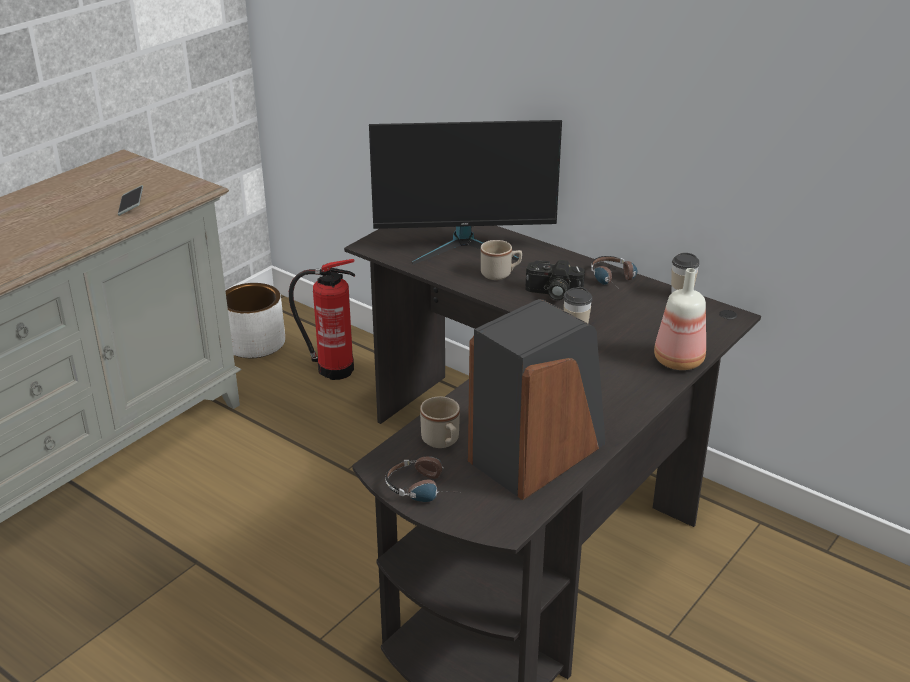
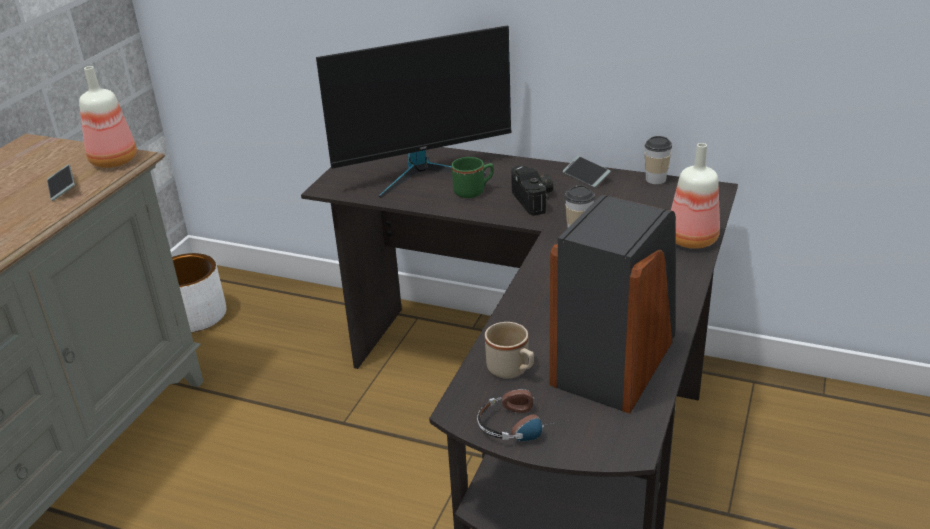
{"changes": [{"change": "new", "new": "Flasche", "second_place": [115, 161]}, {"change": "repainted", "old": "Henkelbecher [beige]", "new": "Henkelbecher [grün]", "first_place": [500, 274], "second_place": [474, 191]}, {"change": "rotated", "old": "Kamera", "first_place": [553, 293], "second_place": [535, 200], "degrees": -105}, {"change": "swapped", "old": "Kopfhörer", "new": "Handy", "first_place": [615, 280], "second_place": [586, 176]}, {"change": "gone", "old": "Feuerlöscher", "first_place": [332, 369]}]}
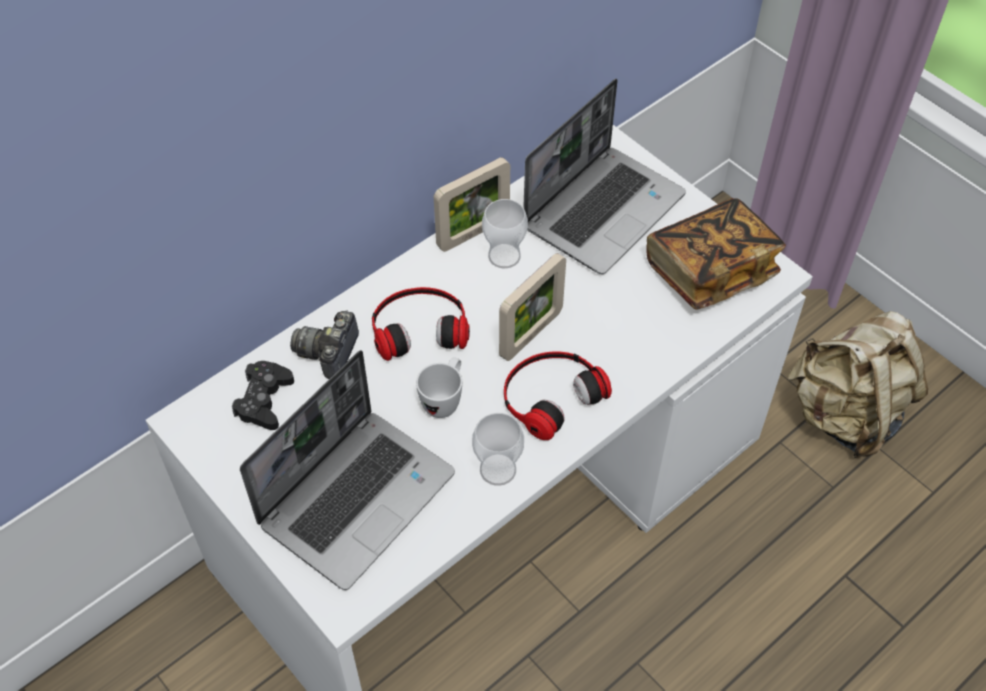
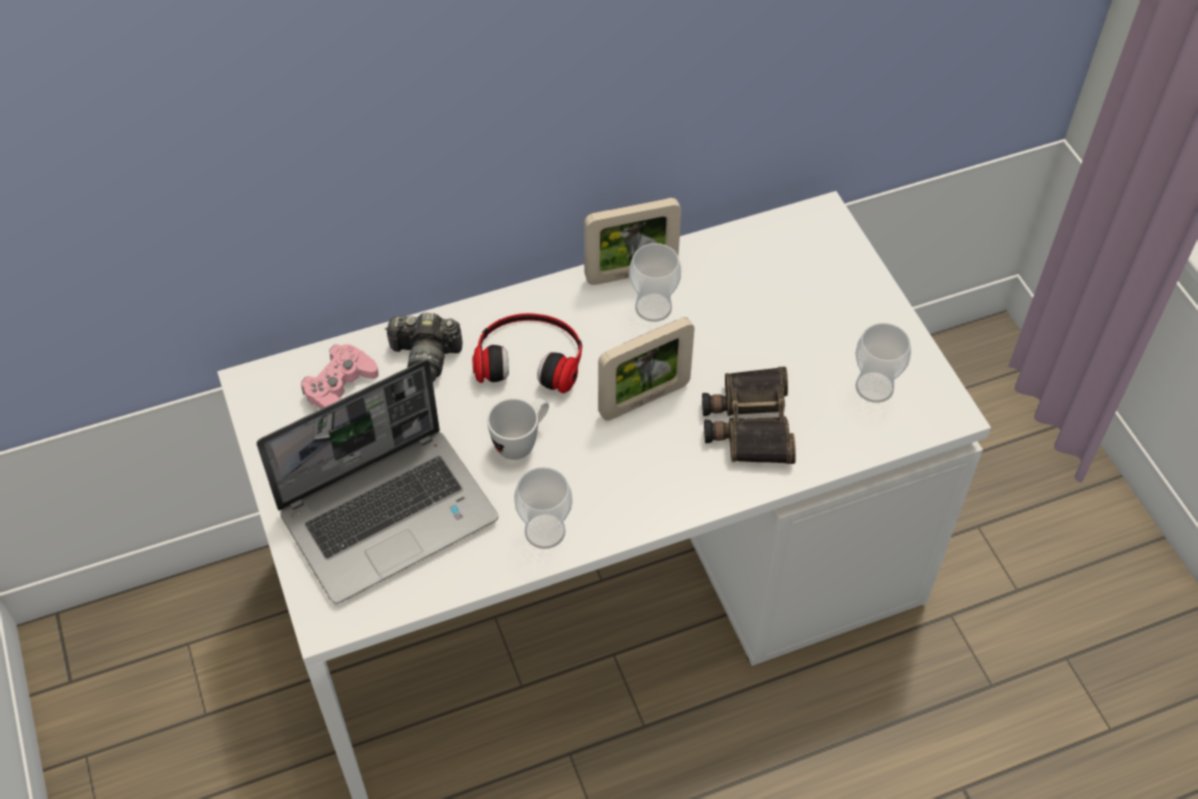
{"changes": [{"change": "repainted", "old": "Gamepad [schwarz]", "new": "Gamepad [rosa]", "first_place": [264, 400], "second_place": [340, 386]}, {"change": "rotated", "old": "Kamera", "first_place": [329, 352], "second_place": [426, 357], "degrees": -120}, {"change": "new", "new": "Fernglas", "second_place": [748, 423]}, {"change": "swapped", "old": "Buch", "new": "Tasse", "first_place": [710, 270], "second_place": [874, 387]}, {"change": "gone", "old": "Kopfhörer", "first_place": [550, 395]}, {"change": "gone", "old": "Laptop", "first_place": [603, 209]}, {"change": "gone", "old": "Rucksack [beige]", "first_place": [845, 415]}]}
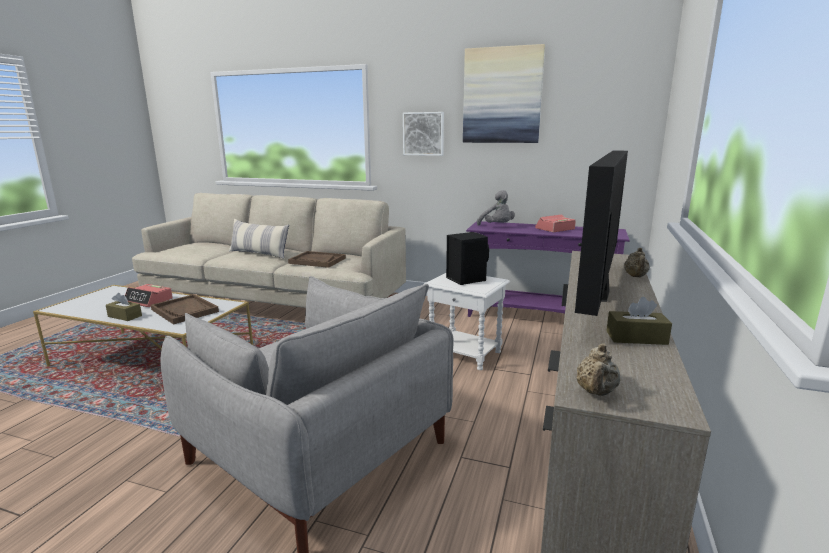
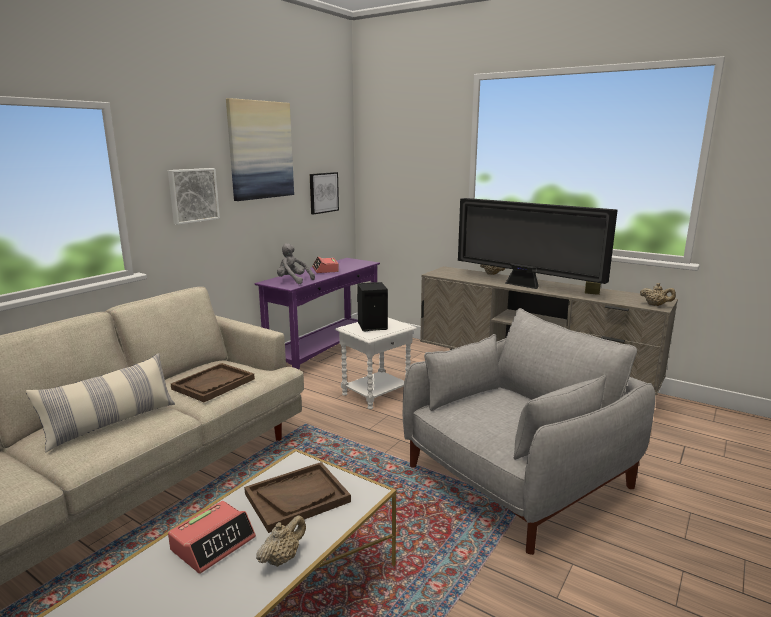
{"changes": [{"change": "swapped", "old": "Taschentuchbox [braun]", "new": "Teekanne [beige]", "first_place": [125, 316], "second_place": [282, 558]}, {"change": "rotated", "old": "Plüschtier [grau]", "first_place": [497, 226], "second_place": [293, 281], "degrees": -135}, {"change": "new", "new": "Bild", "second_place": [323, 192]}]}
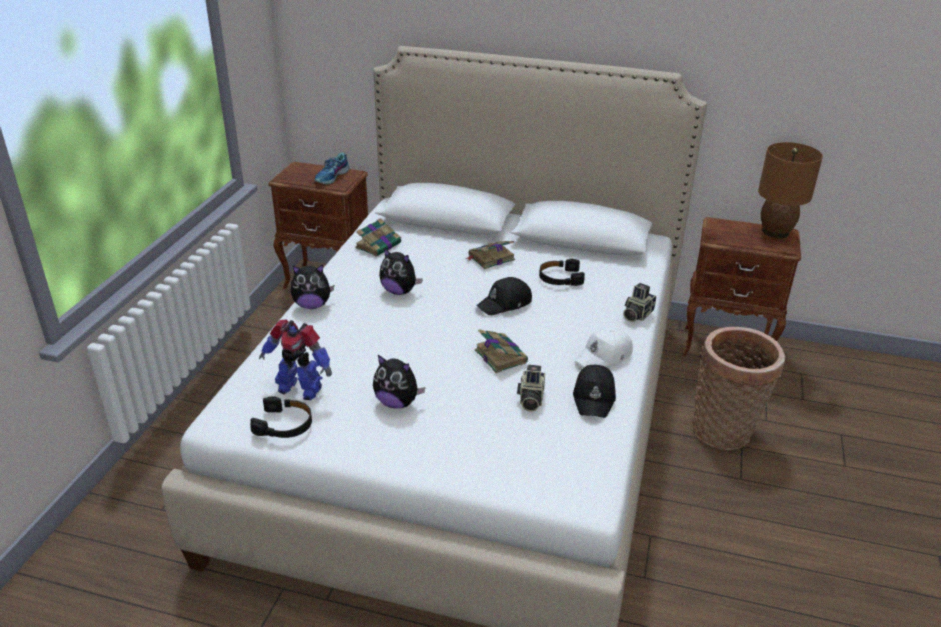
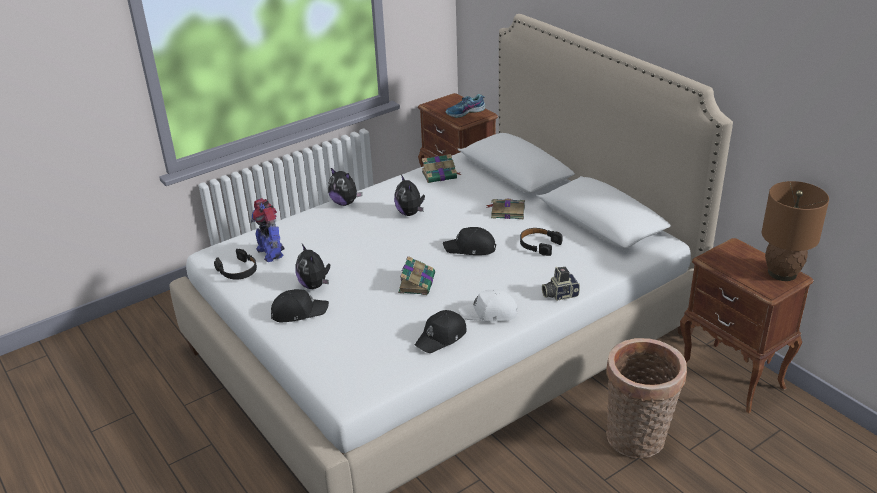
{"changes": [{"change": "new", "new": "Kappe [schwarz]", "second_place": [298, 312]}, {"change": "gone", "old": "Kamera", "first_place": [530, 399]}]}
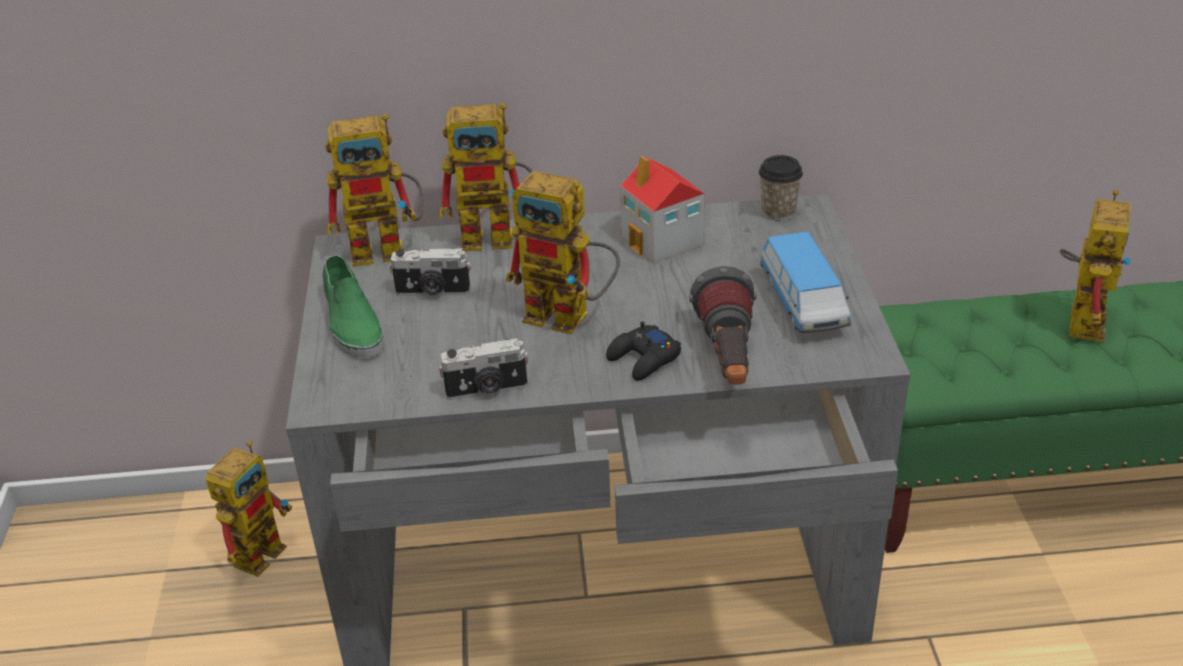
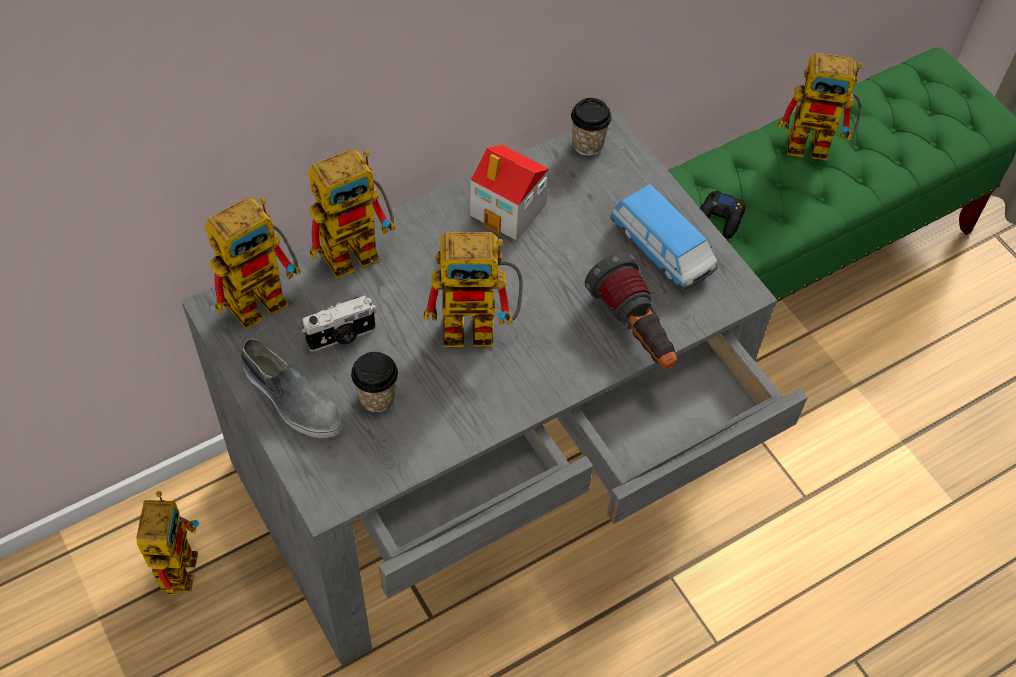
{"changes": [{"change": "repainted", "old": "Schuh [grün]", "new": "Schuh [grau]", "first_place": [351, 323], "second_place": [291, 398]}, {"change": "new", "new": "Tasse", "second_place": [377, 397]}, {"change": "shifted", "old": "Gamepad [schwarz]", "first_place": [644, 359], "second_place": [720, 218]}, {"change": "rotated", "old": "Spielzeugroboter", "first_place": [1081, 317], "second_place": [818, 144], "degrees": 105}, {"change": "gone", "old": "Kamera", "first_place": [487, 390]}]}
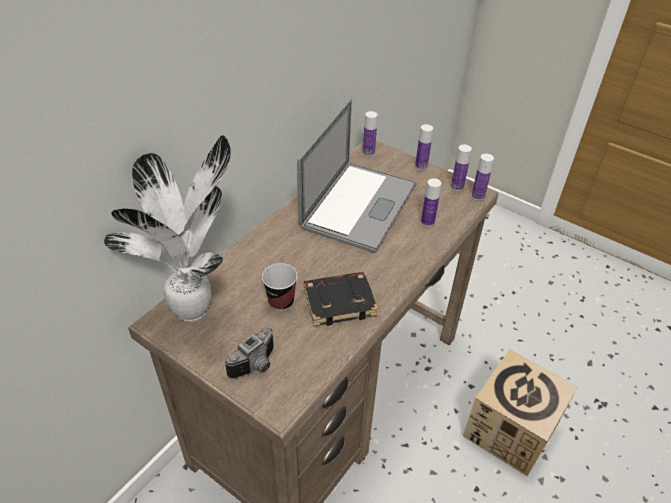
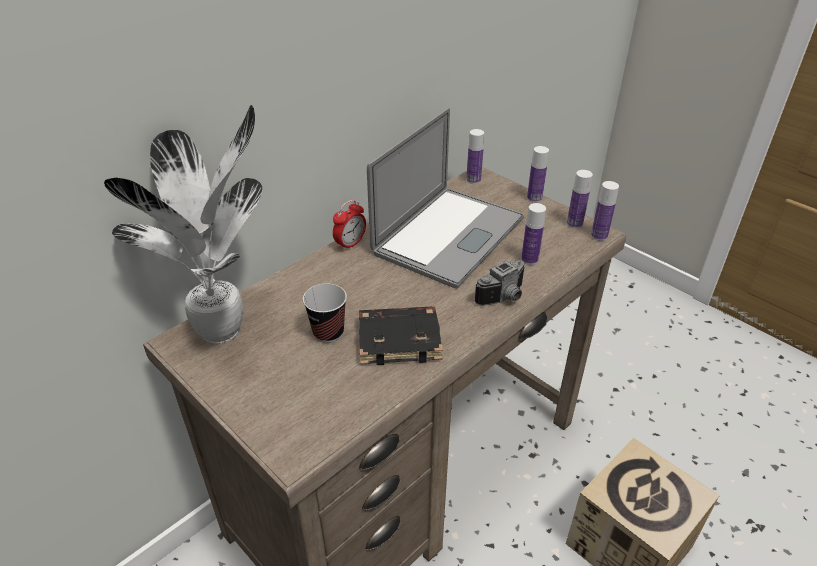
{"changes": [{"change": "new", "new": "Wecker", "second_place": [350, 244]}, {"change": "shifted", "old": "Kamera", "first_place": [256, 366], "second_place": [505, 297]}]}
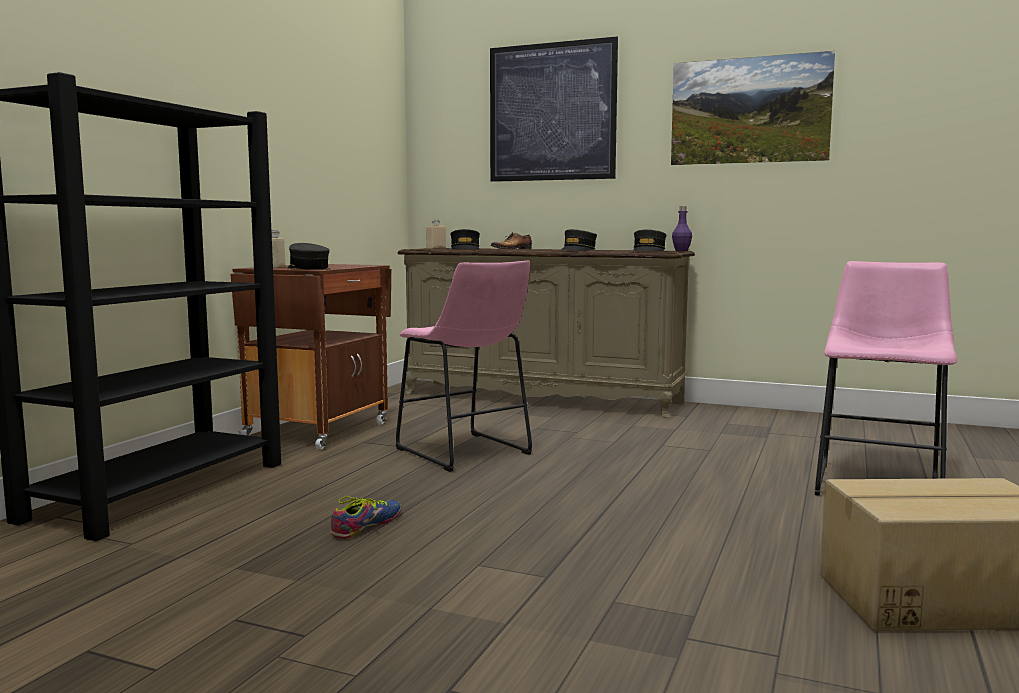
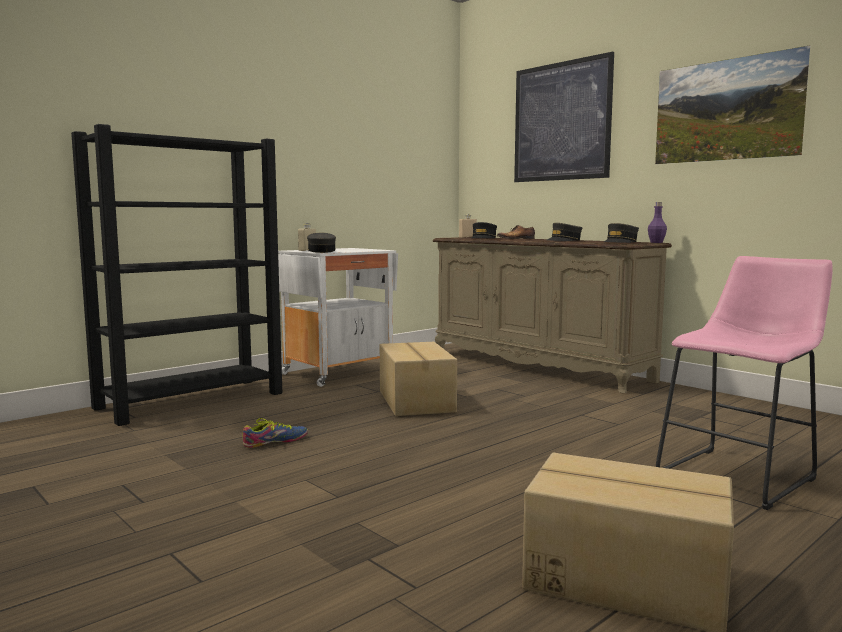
{"changes": [{"change": "repainted", "old": "Rollwagen [braun]", "new": "Rollwagen [weiß]", "first_place": [319, 430], "second_place": [338, 373]}, {"change": "swapped", "old": "Hocker [rosa]", "new": "Karton", "first_place": [466, 453], "second_place": [415, 401]}]}
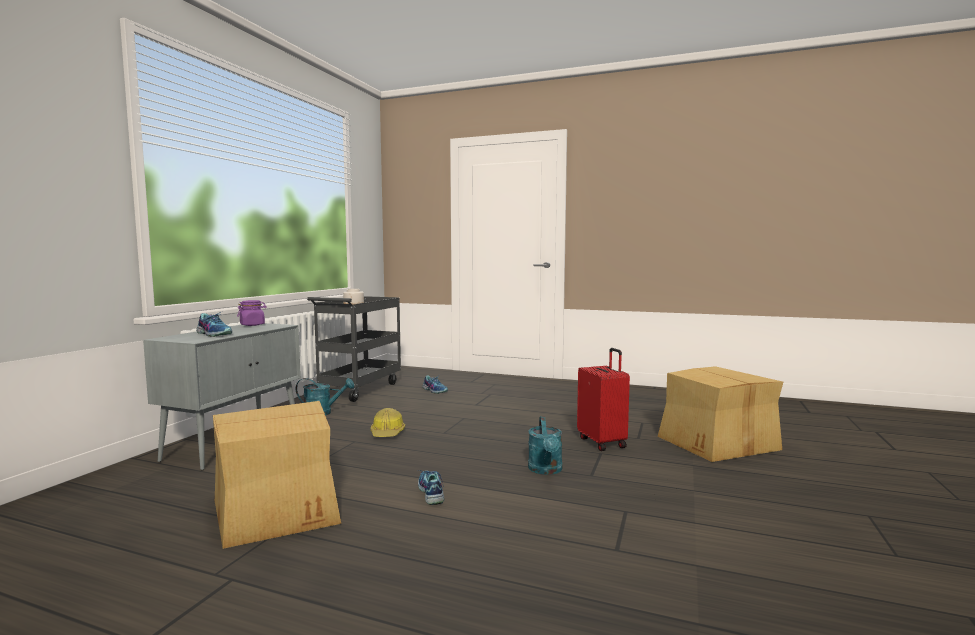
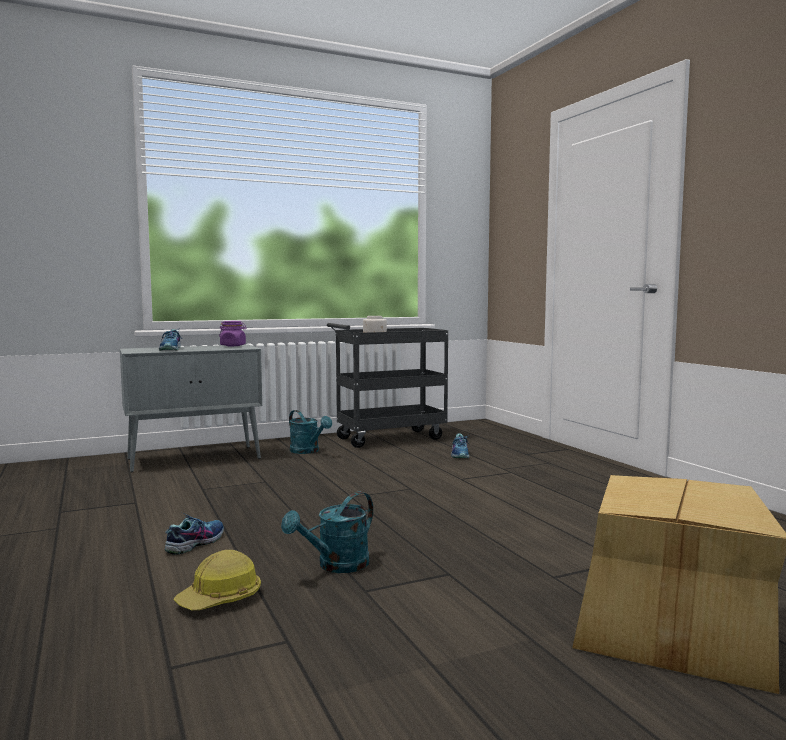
{"changes": [{"change": "shifted", "old": "Schutzhelm", "first_place": [387, 433], "second_place": [221, 598]}, {"change": "gone", "old": "Karton", "first_place": [279, 508]}, {"change": "gone", "old": "Koffer [rot]", "first_place": [603, 442]}]}
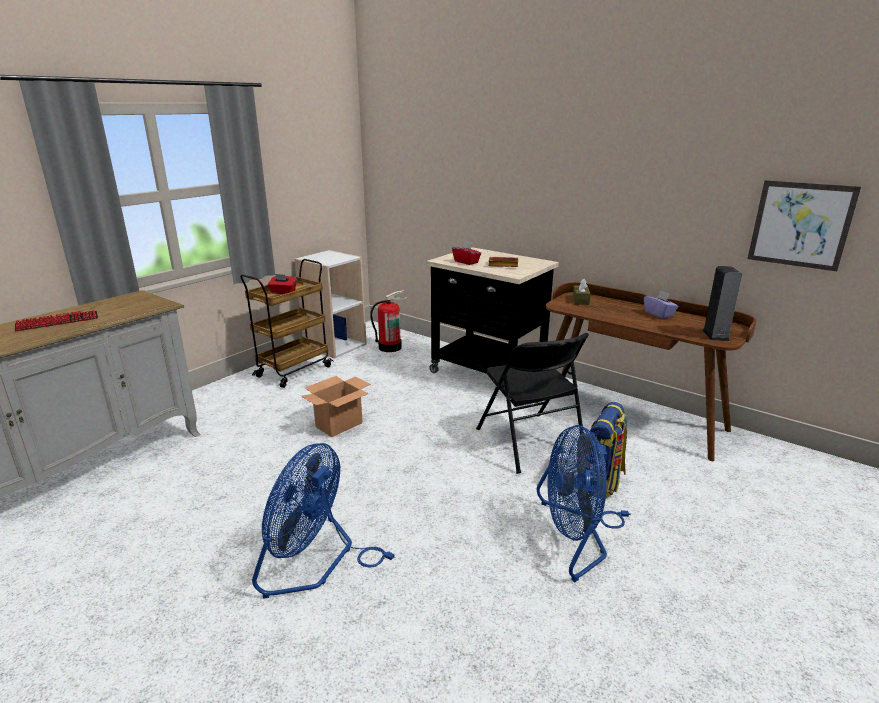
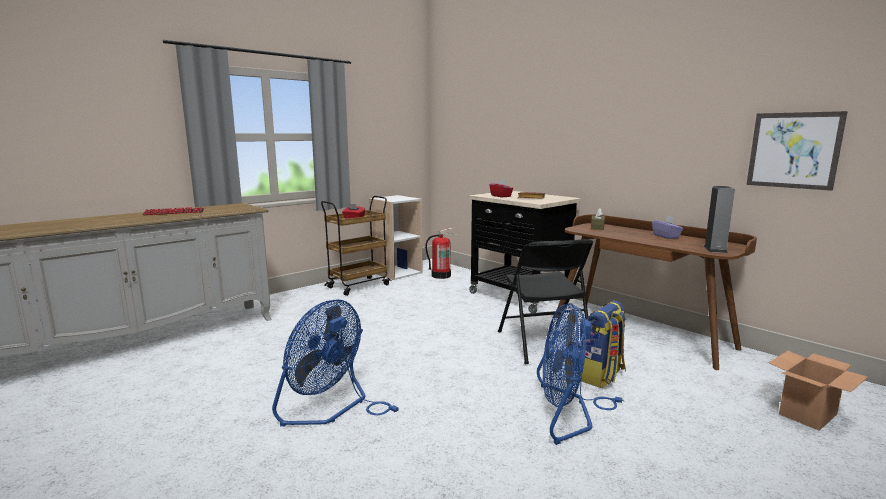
{"changes": [{"change": "shifted", "old": "Karton", "first_place": [339, 424], "second_place": [807, 414]}]}
